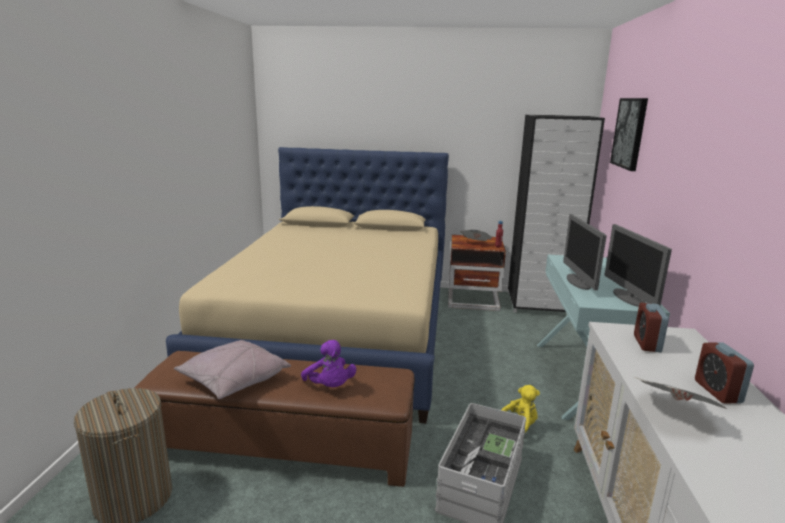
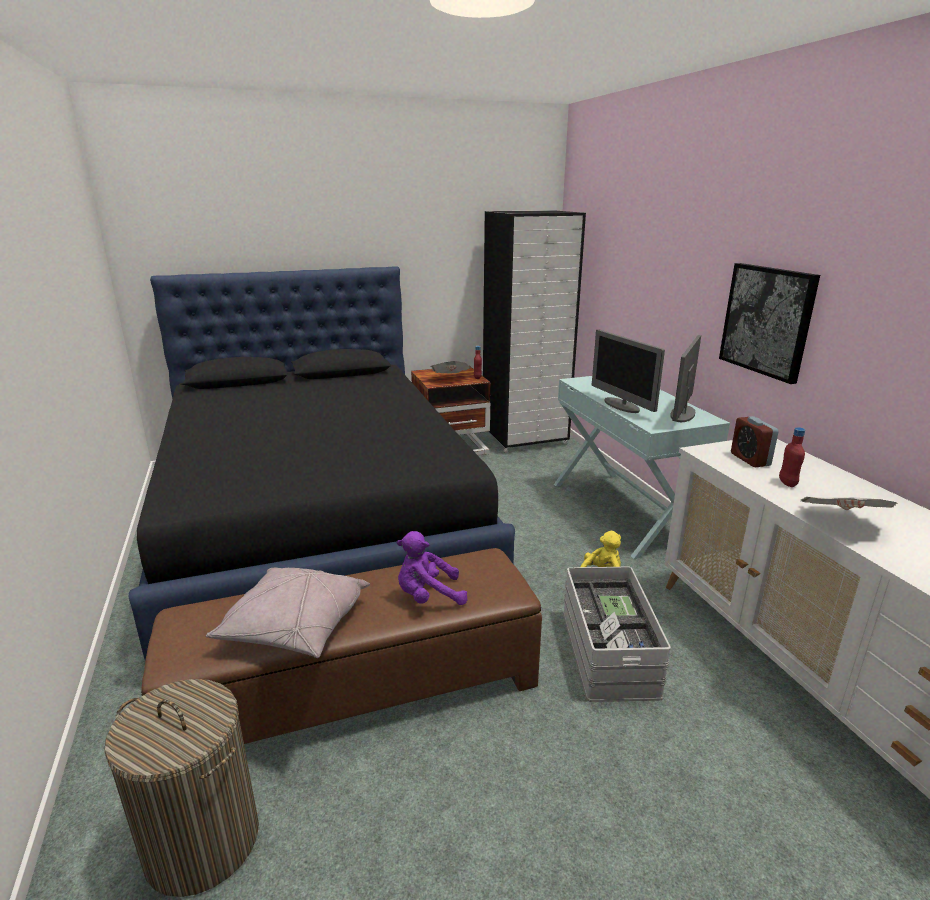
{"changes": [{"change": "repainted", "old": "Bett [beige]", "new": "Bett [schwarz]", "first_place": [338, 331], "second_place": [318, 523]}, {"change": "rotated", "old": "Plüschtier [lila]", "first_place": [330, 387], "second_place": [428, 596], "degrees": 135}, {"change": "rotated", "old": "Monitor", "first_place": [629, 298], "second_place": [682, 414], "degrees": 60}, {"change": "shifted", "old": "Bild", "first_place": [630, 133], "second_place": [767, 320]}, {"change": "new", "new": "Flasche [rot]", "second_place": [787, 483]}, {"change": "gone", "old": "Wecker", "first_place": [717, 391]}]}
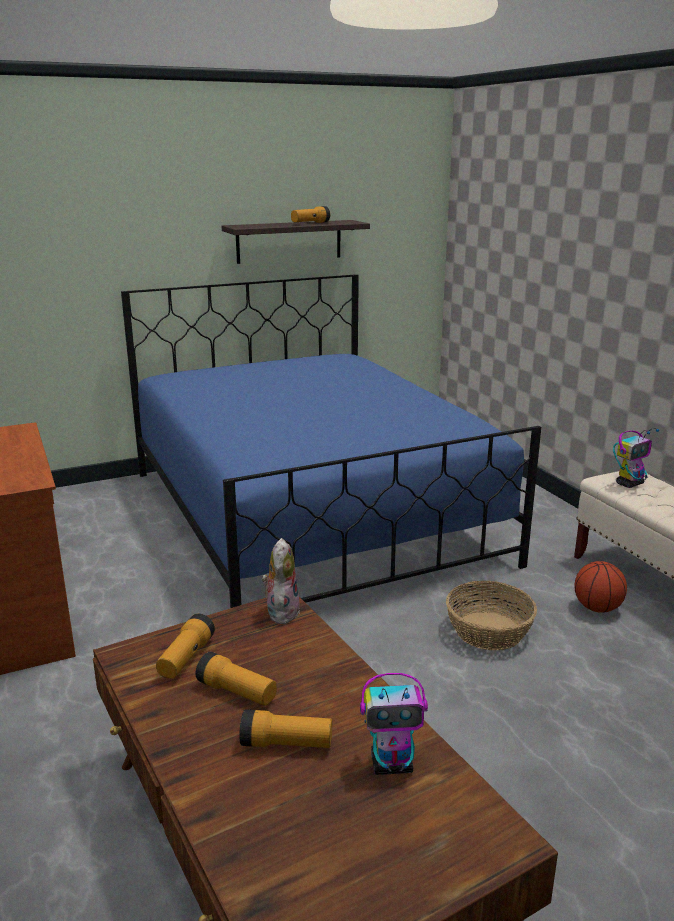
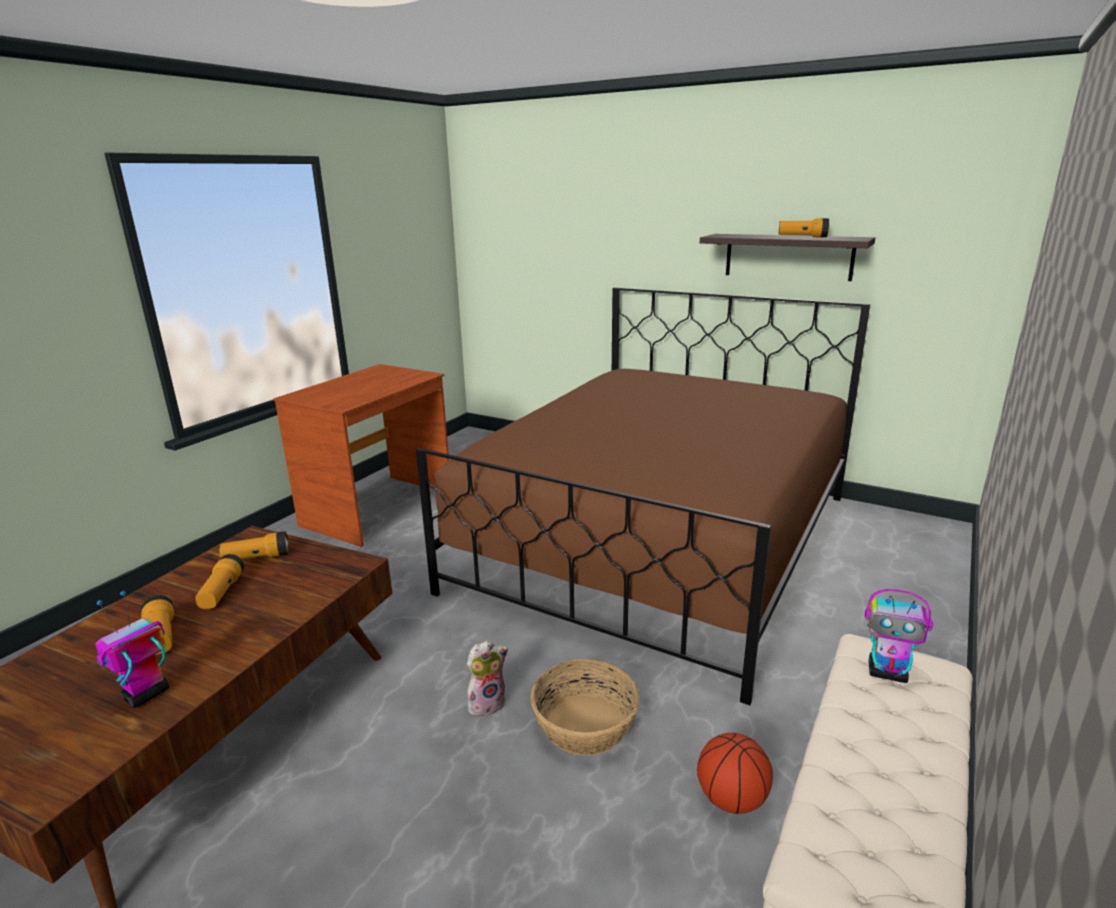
{"changes": [{"change": "rotated", "old": "Spielzeugroboter", "first_place": [392, 764], "second_place": [145, 695], "degrees": 75}, {"change": "repainted", "old": "Bett [blau]", "new": "Bett [braun]", "first_place": [309, 515], "second_place": [660, 541]}, {"change": "shifted", "old": "Plüschtier", "first_place": [281, 611], "second_place": [487, 703]}]}
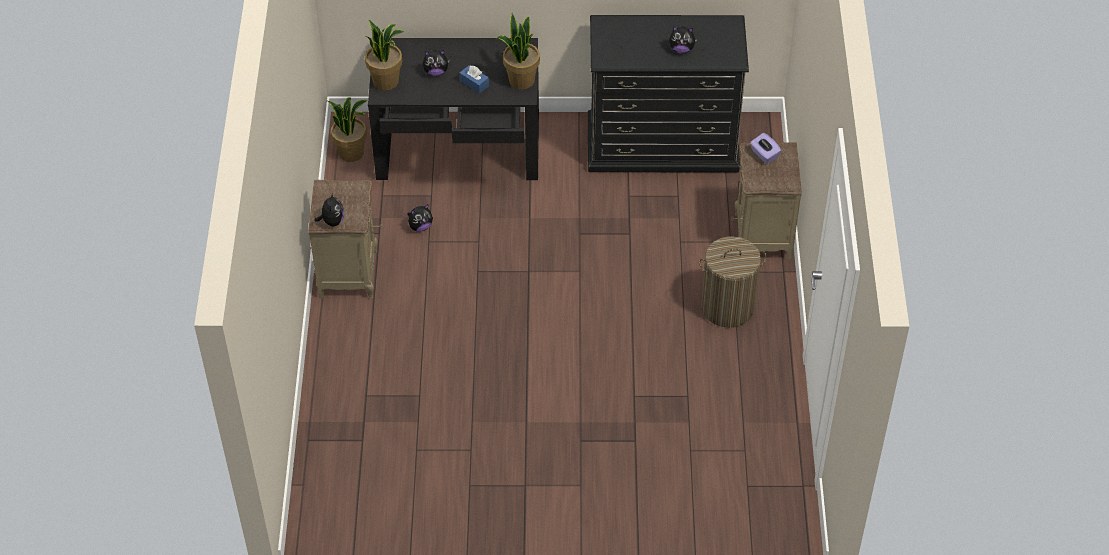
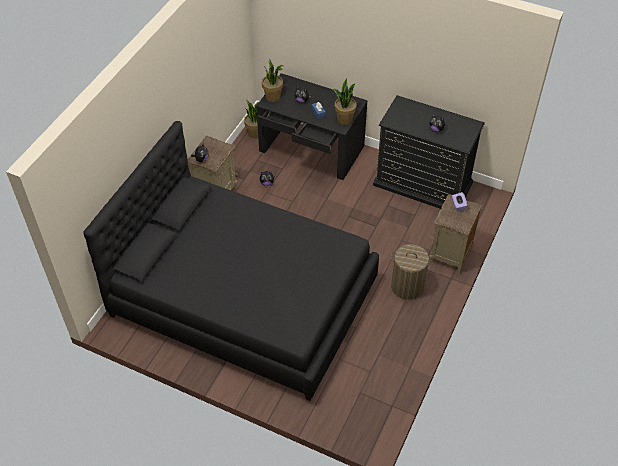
{"changes": [{"change": "new", "new": "Bett [schwarz]", "second_place": [244, 297]}]}
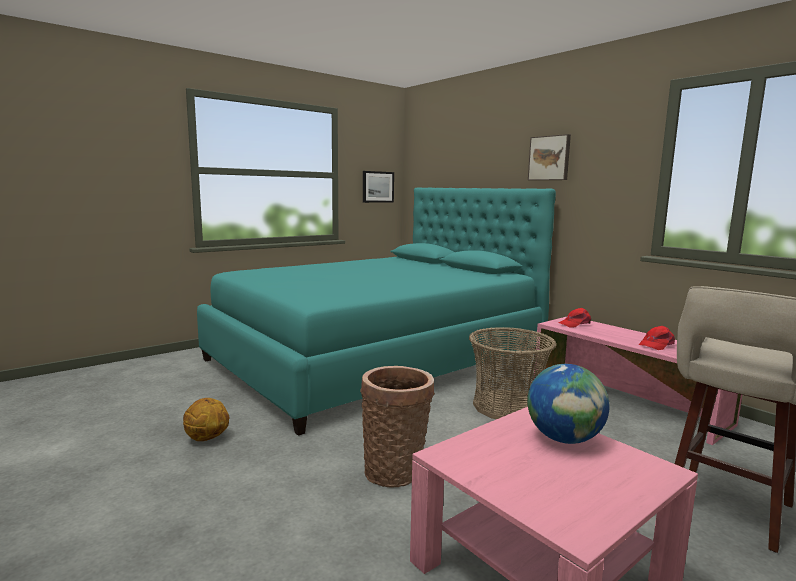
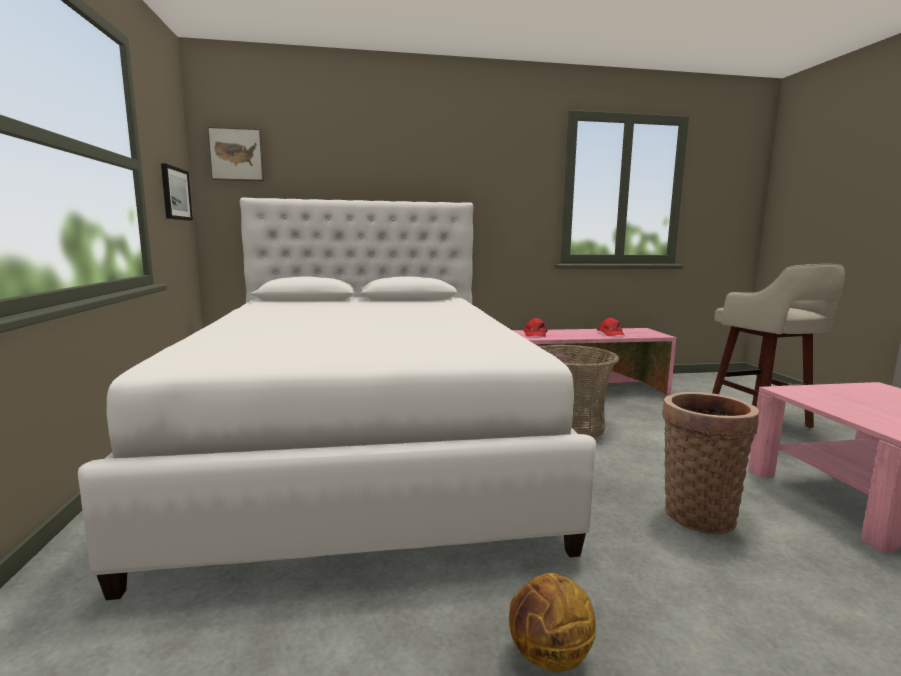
{"changes": [{"change": "repainted", "old": "Bett [türkis]", "new": "Bett [weiß]", "first_place": [377, 358], "second_place": [364, 443]}, {"change": "shifted", "old": "Bild", "first_place": [550, 158], "second_place": [237, 155]}, {"change": "gone", "old": "Globus", "first_place": [564, 439]}]}
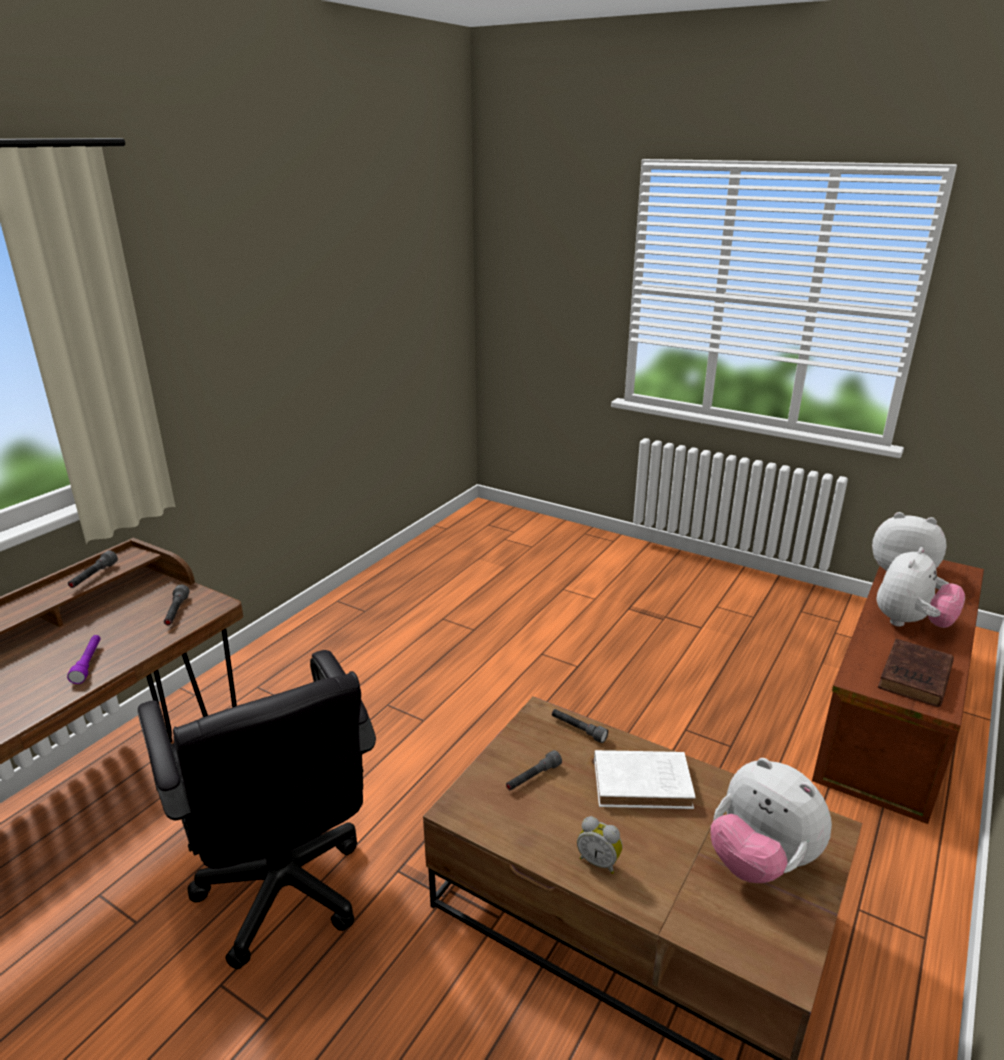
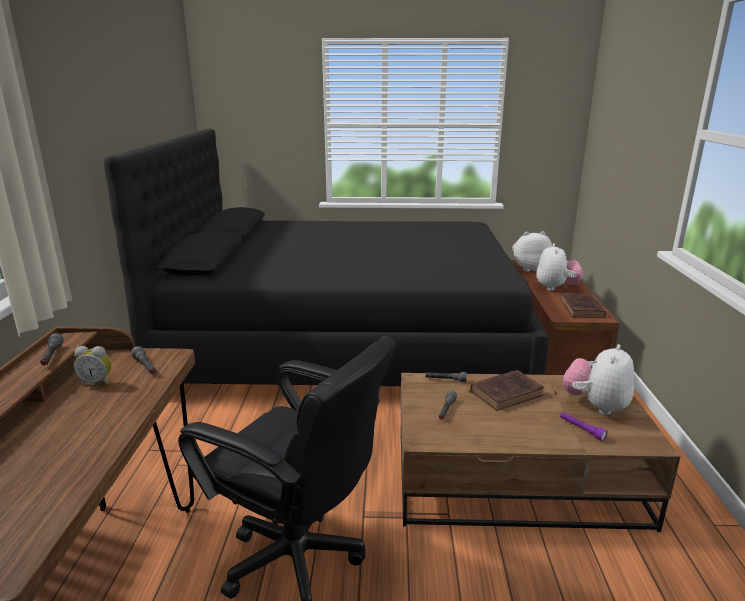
{"changes": [{"change": "shifted", "old": "Wecker", "first_place": [599, 861], "second_place": [97, 382]}, {"change": "new", "new": "Bett [schwarz]", "second_place": [347, 341]}, {"change": "repainted", "old": "Buch [weiß]", "new": "Buch [braun]", "first_place": [645, 784], "second_place": [507, 393]}, {"change": "shifted", "old": "Taschenlampe [lila]", "first_place": [88, 664], "second_place": [581, 430]}, {"change": "rotated", "old": "Plüschtier", "first_place": [760, 861], "second_place": [596, 406], "degrees": 105}]}
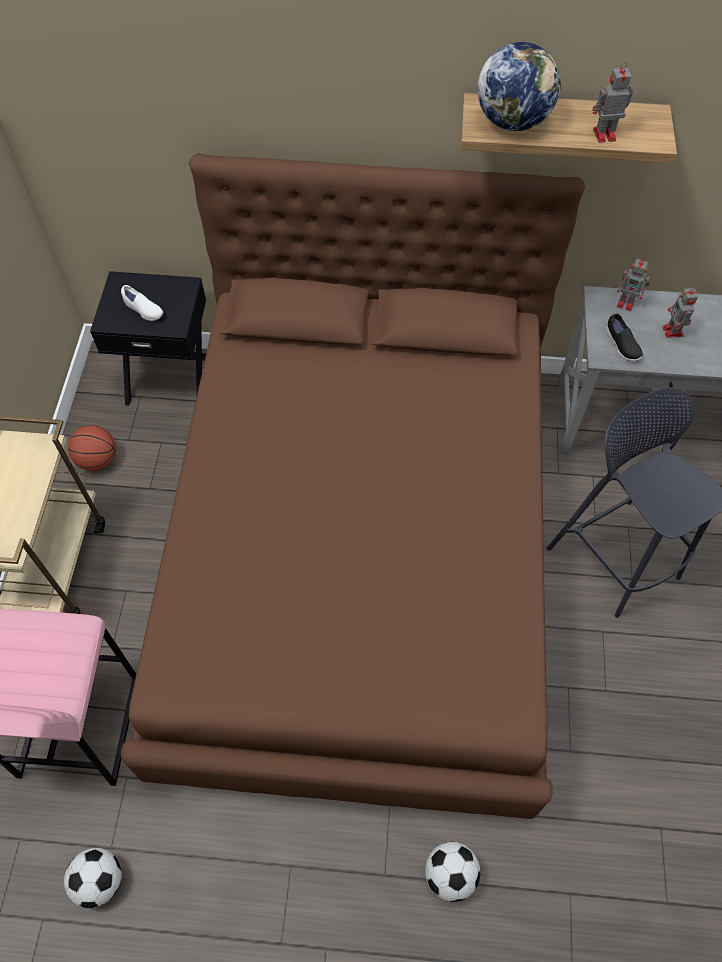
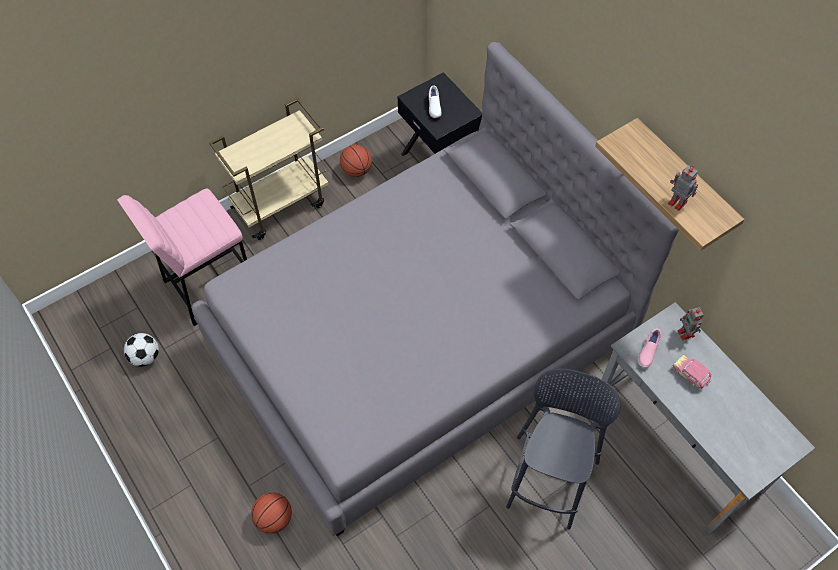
{"changes": [{"change": "repainted", "old": "Bett [braun]", "new": "Bett [grau]", "first_place": [361, 553], "second_place": [420, 339]}, {"change": "swapped", "old": "Fußball", "new": "Basketball", "first_place": [450, 874], "second_place": [274, 518]}, {"change": "repainted", "old": "Schuh [schwarz]", "new": "Schuh [rosa]", "first_place": [621, 345], "second_place": [647, 352]}, {"change": "swapped", "old": "Spielzeugroboter", "new": "Spielzeugauto", "first_place": [673, 332], "second_place": [690, 374]}, {"change": "gone", "old": "Globus", "first_place": [512, 121]}]}
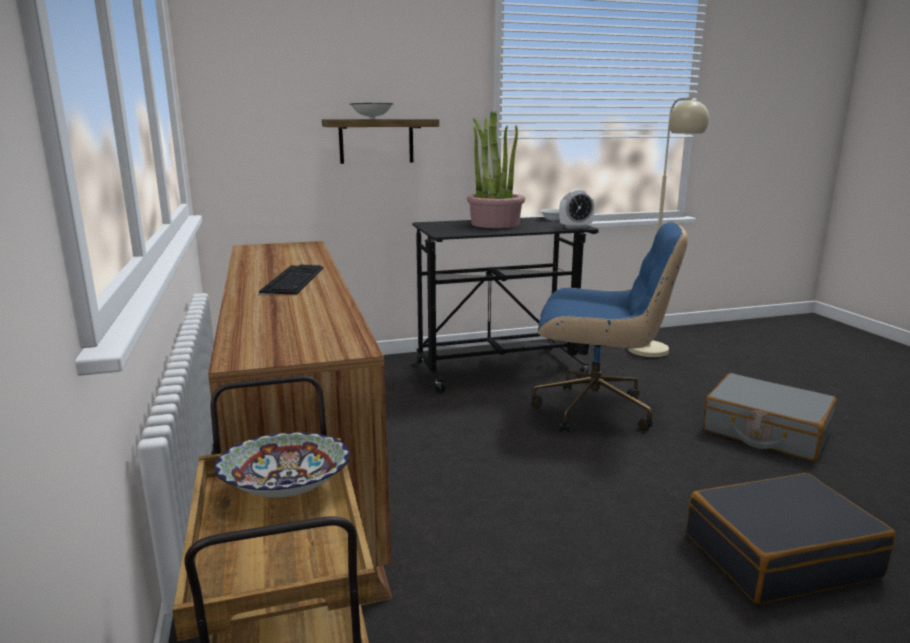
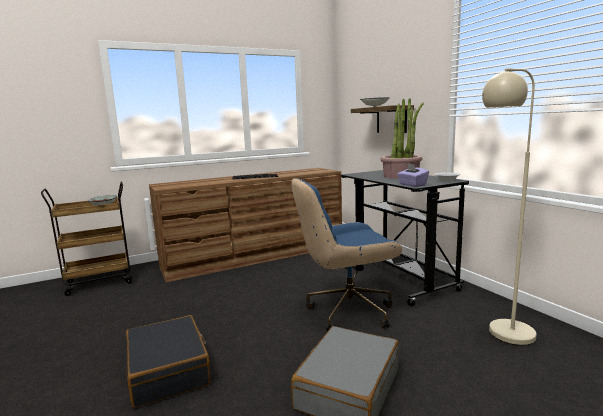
{"changes": [{"change": "rotated", "old": "Bürostuhl [blau]", "first_place": [597, 411], "second_place": [347, 312], "degrees": 75}, {"change": "swapped", "old": "Wecker", "new": "Taschentuchbox [lila]", "first_place": [575, 227], "second_place": [412, 185]}]}
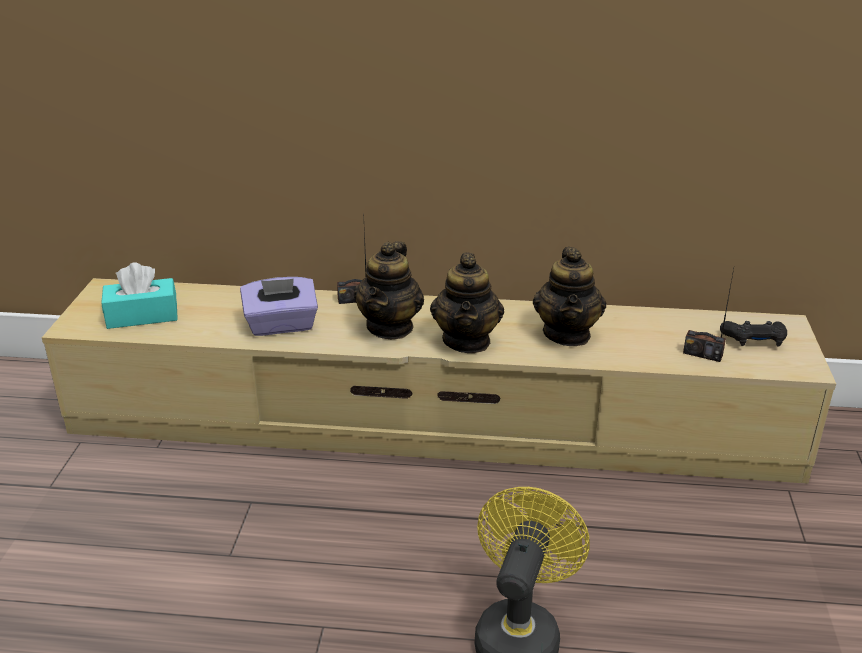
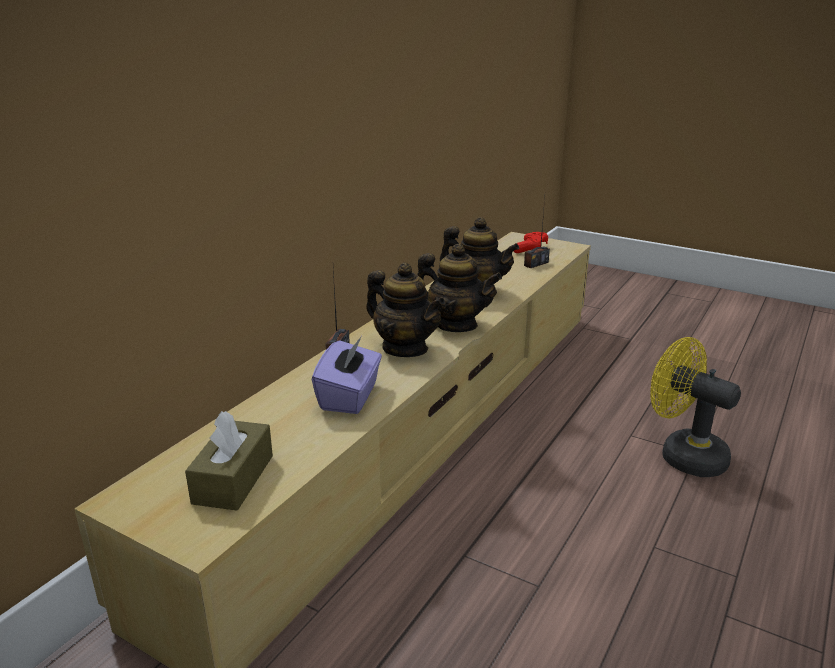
{"changes": [{"change": "repainted", "old": "Taschentuchbox [türkis]", "new": "Taschentuchbox [braun]", "first_place": [142, 316], "second_place": [233, 479]}, {"change": "repainted", "old": "Gamepad [schwarz]", "new": "Gamepad [rot]", "first_place": [754, 340], "second_place": [530, 249]}]}
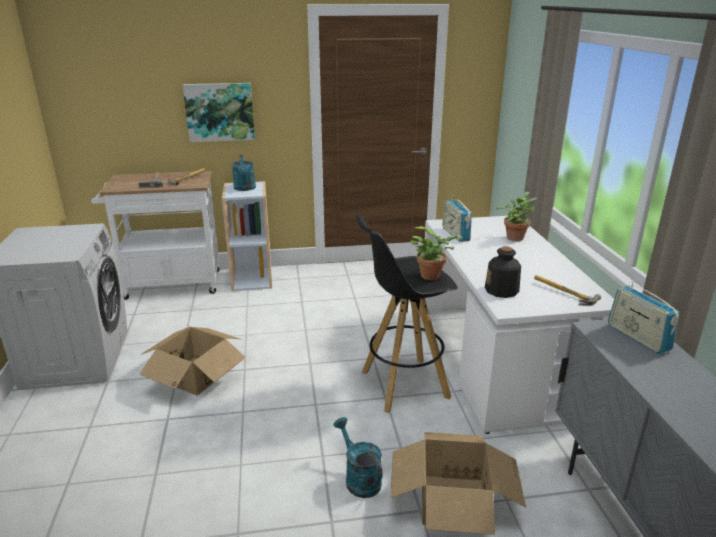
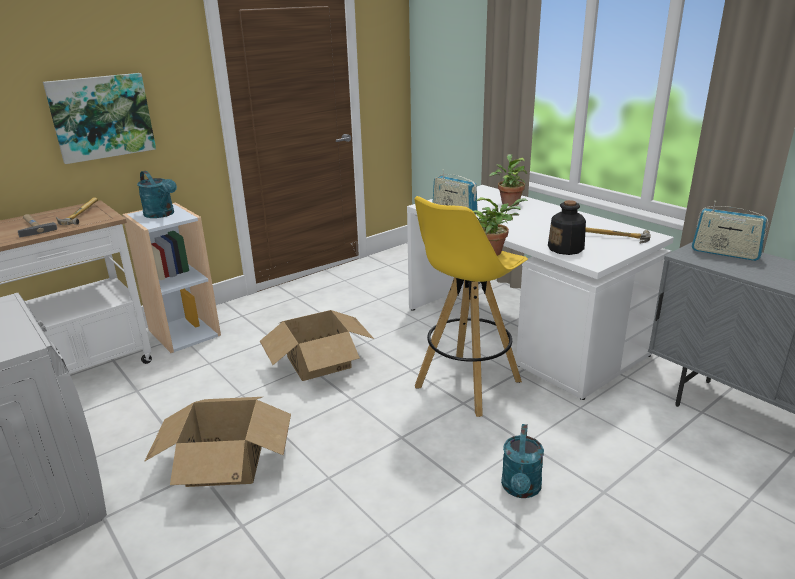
{"changes": [{"change": "shifted", "old": "Karton", "first_place": [453, 500], "second_place": [318, 361]}, {"change": "repainted", "old": "Hocker [schwarz]", "new": "Hocker [gelb]", "first_place": [402, 384], "second_place": [466, 384]}, {"change": "rotated", "old": "Gießkanne [türkis]", "first_place": [359, 478], "second_place": [521, 489], "degrees": -105}]}
